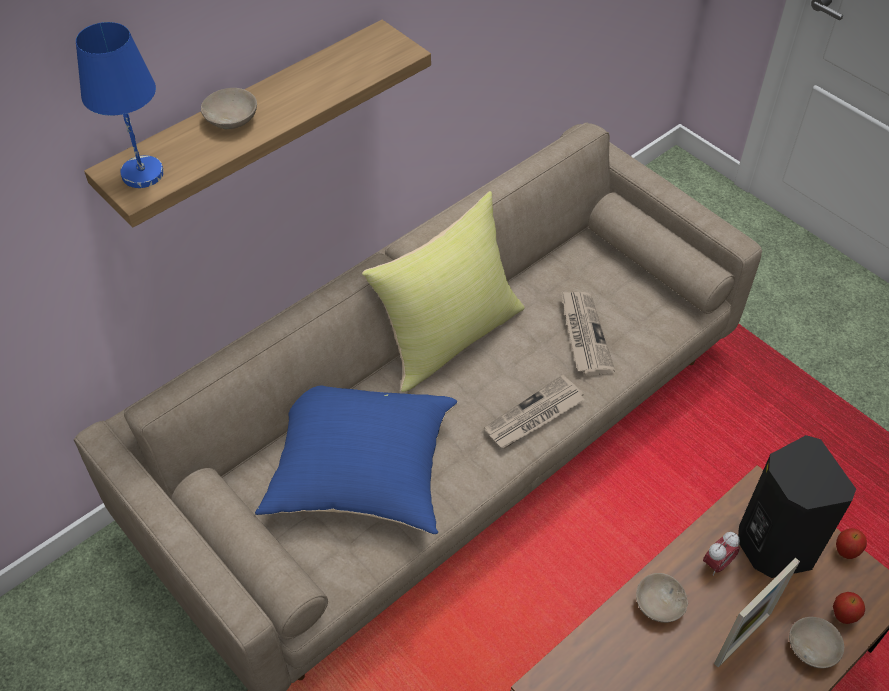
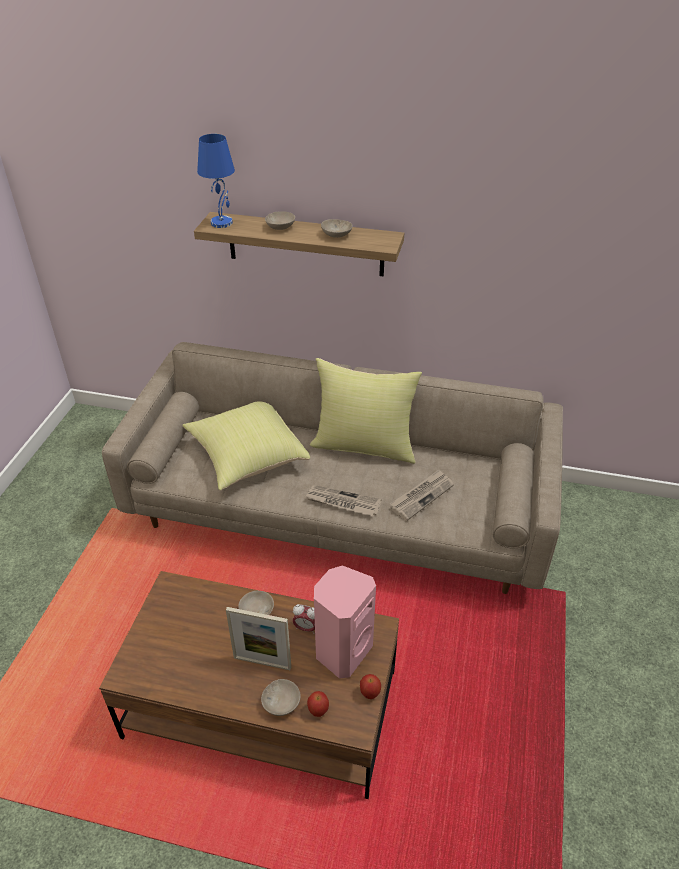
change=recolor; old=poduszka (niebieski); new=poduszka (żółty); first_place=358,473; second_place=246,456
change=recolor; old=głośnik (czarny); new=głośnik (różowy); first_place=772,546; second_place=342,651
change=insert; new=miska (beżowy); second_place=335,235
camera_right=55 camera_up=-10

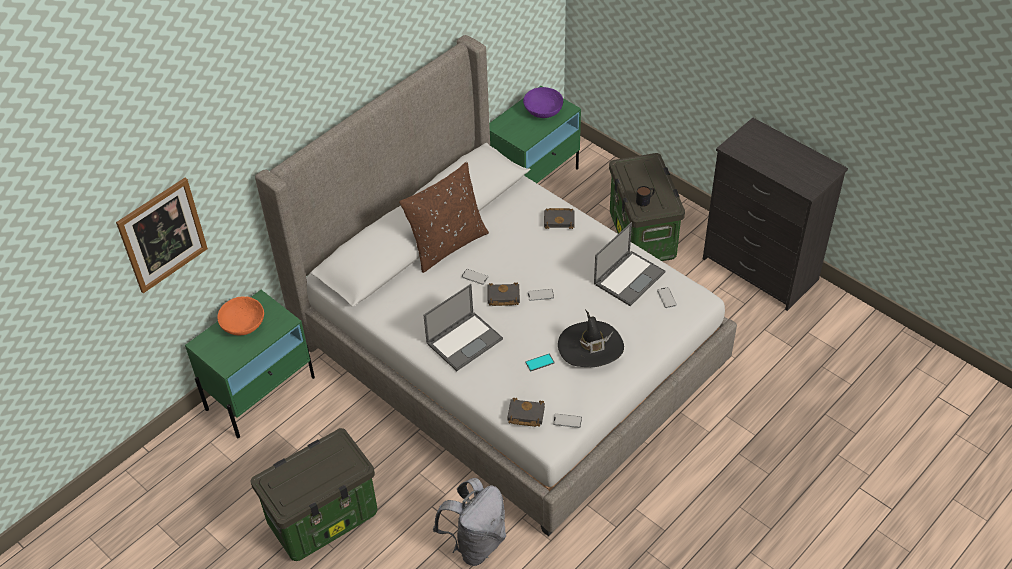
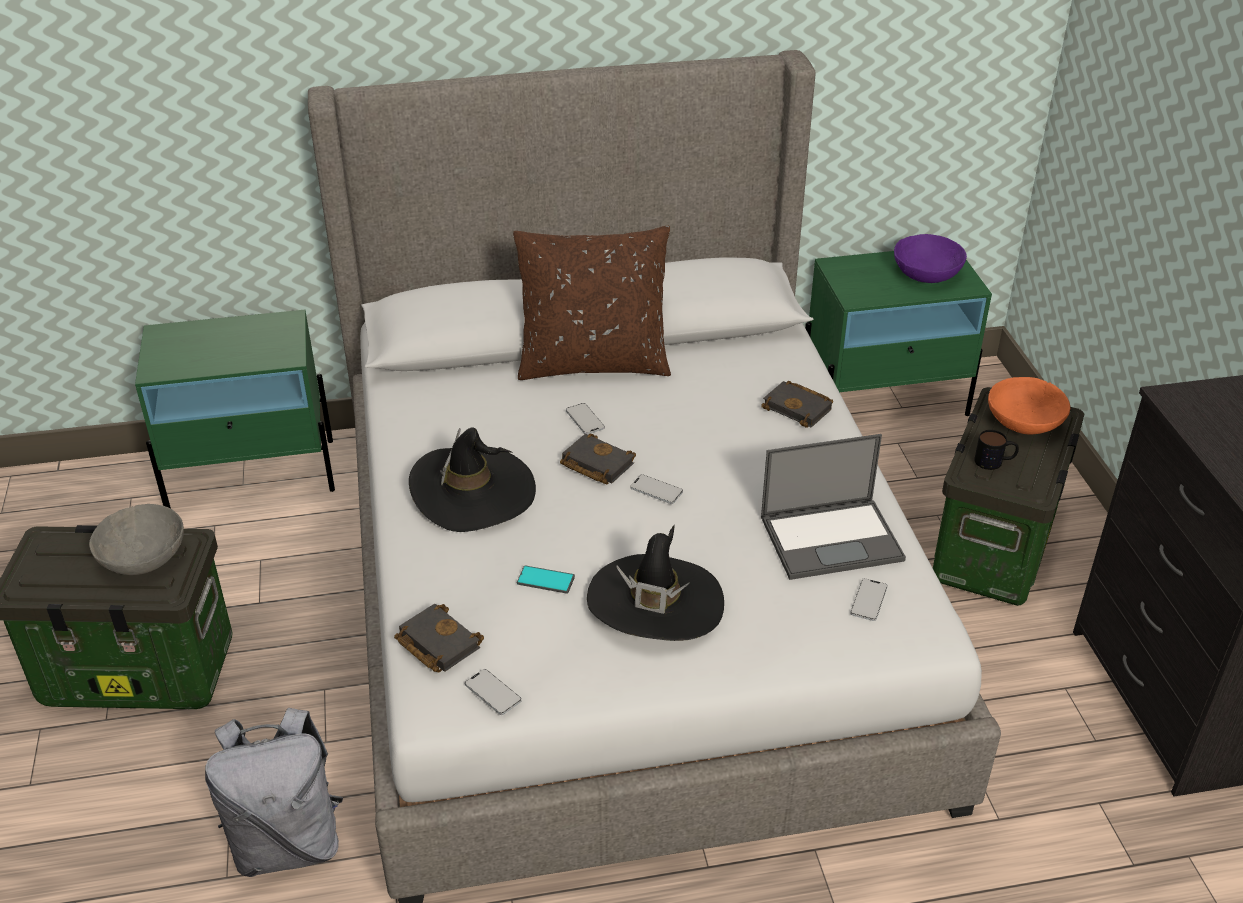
change=insert; new=miska (szary); second_place=144,557
change=replace; old=laptop; new=kapelusz (czarny); first_place=465,340; second_place=473,492
change=move; old=miska (pomarańczowy); first_place=243,325; second_place=1023,423
change=delete; old=obraz; first_place=162,235
camera_right=35 camera_up=-10

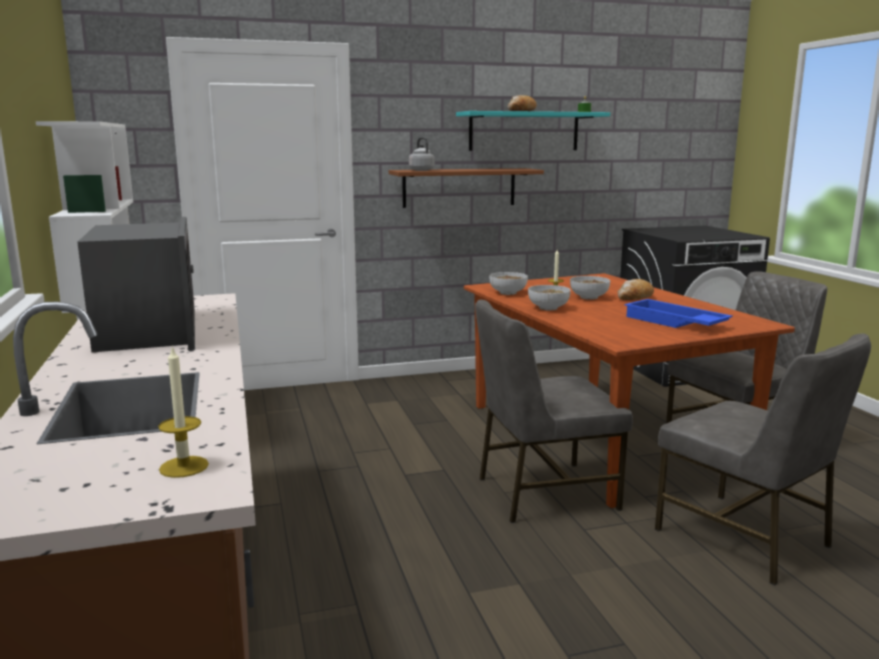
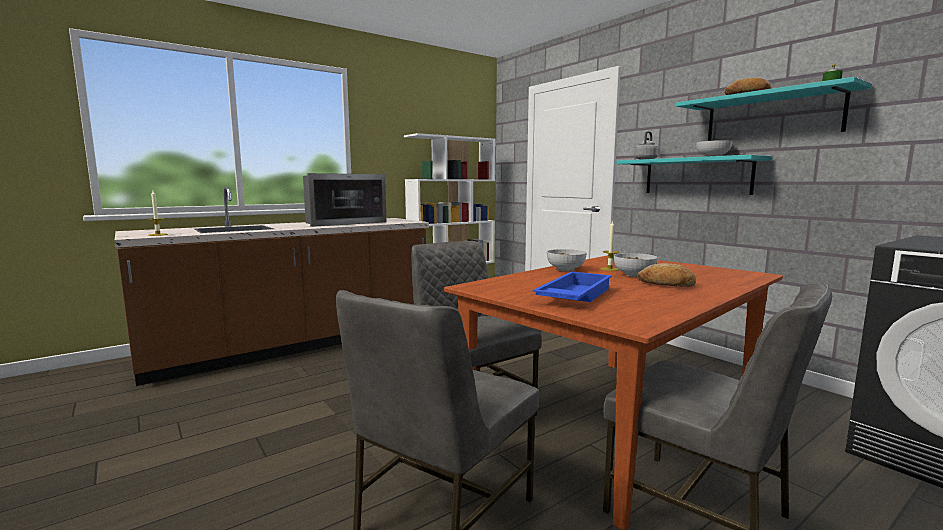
change=recolor; old=półka (brązowy); new=półka (turkusowy); first_place=459,187; second_place=696,176
change=move; old=miska; first_place=508,293; second_place=712,157
camera_right=70 camera_up=-5

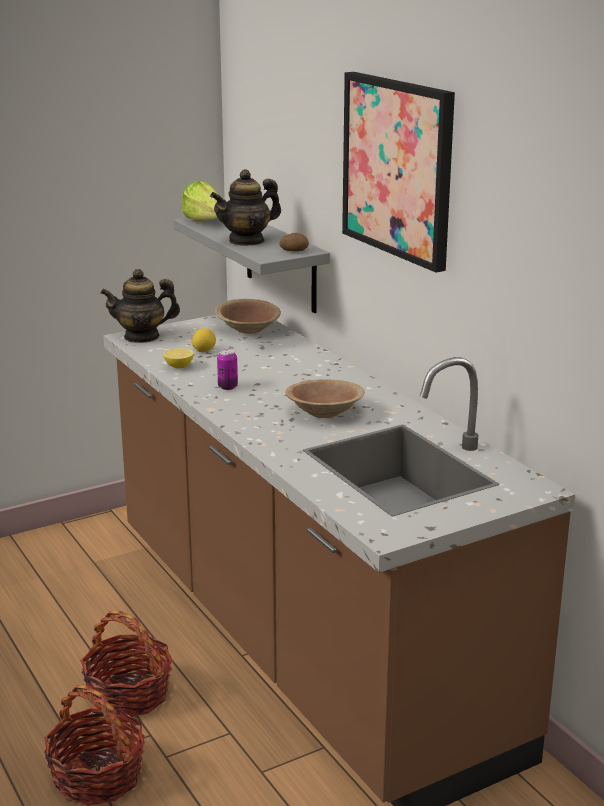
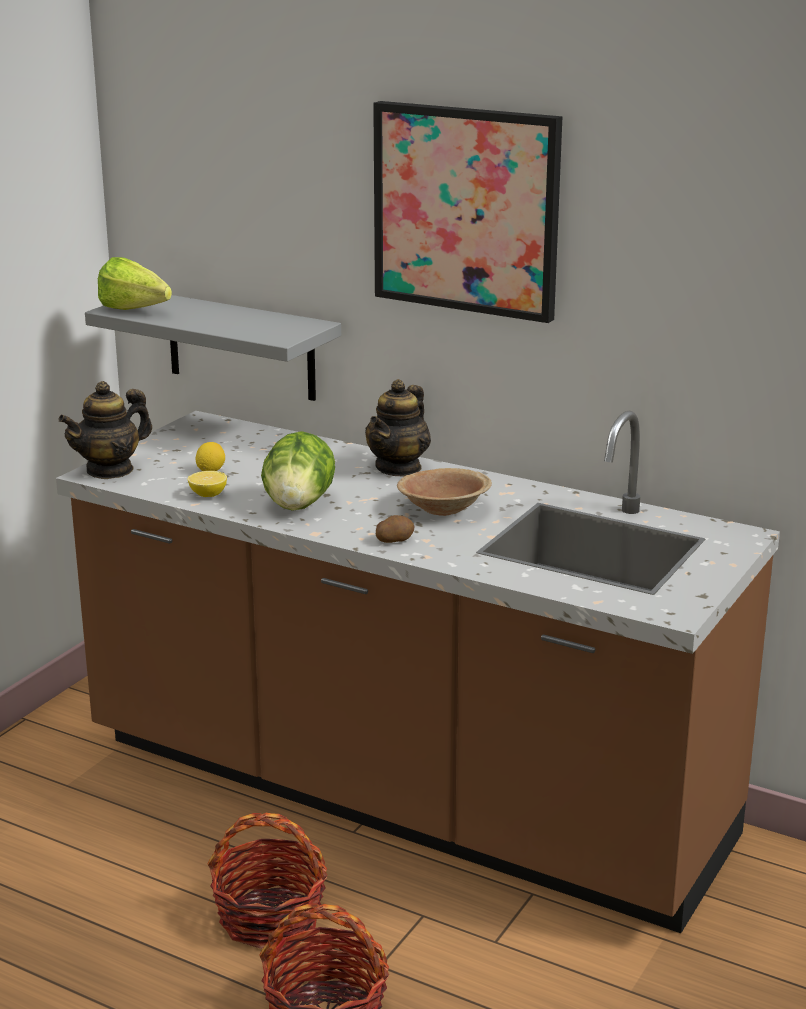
change=replace; old=puszka; new=sałata; first_place=227,387; second_place=299,505
change=move; old=imbryk; first_place=247,241; second_place=399,468
change=move; old=ziemniak; first_place=294,250; second_place=394,540
change=delete; old=miska (brązowy); first_place=248,329
camera_right=-30 camera_up=0

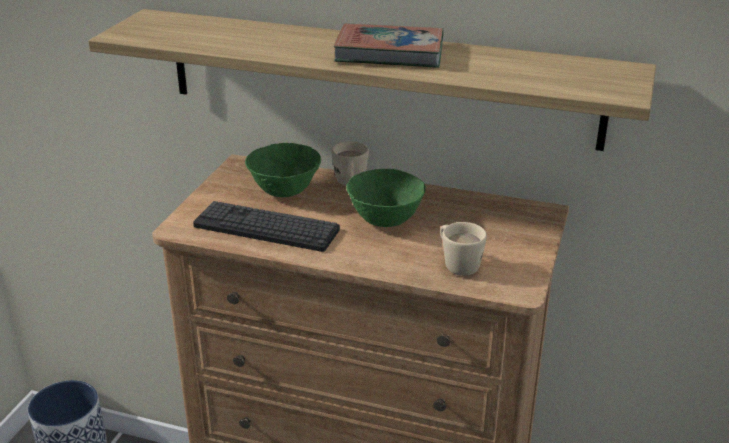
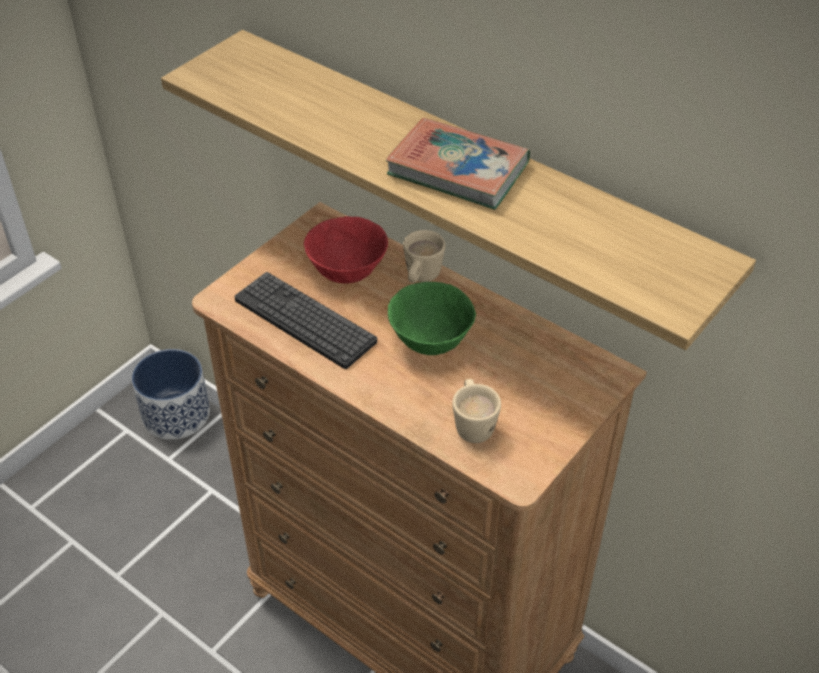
change=recolor; old=miska (zielony); new=miska (czerwony); first_place=285,192; second_place=348,273
camera_right=20 camera_up=15

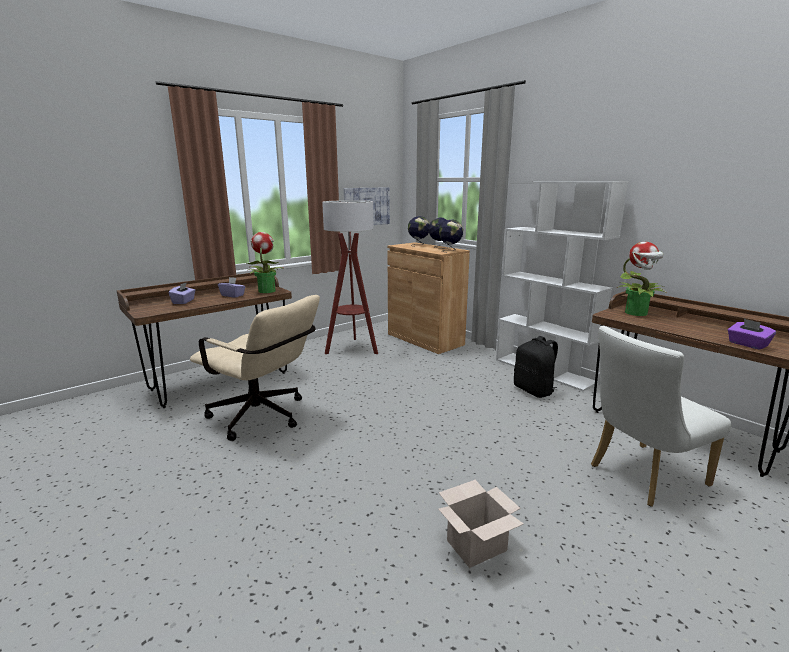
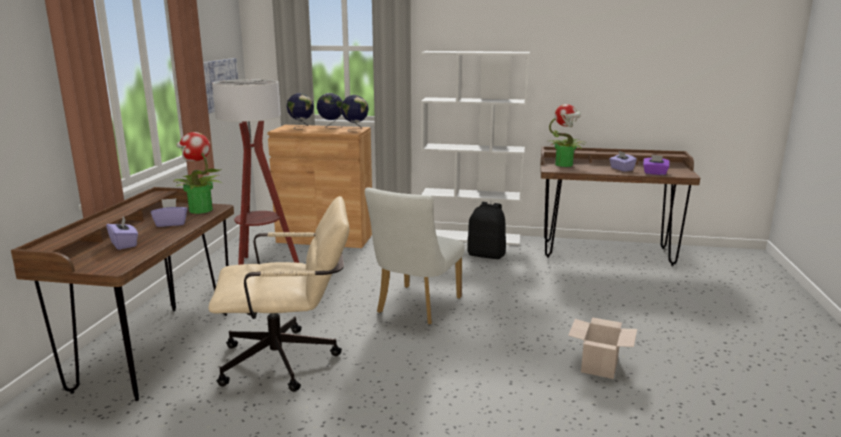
change=move; old=krzesło (biały); first_place=641,476; second_place=415,307
change=insert; new=pudełko chusteczek (fioletowy); second_place=621,169
camera_right=-40 camera_up=0

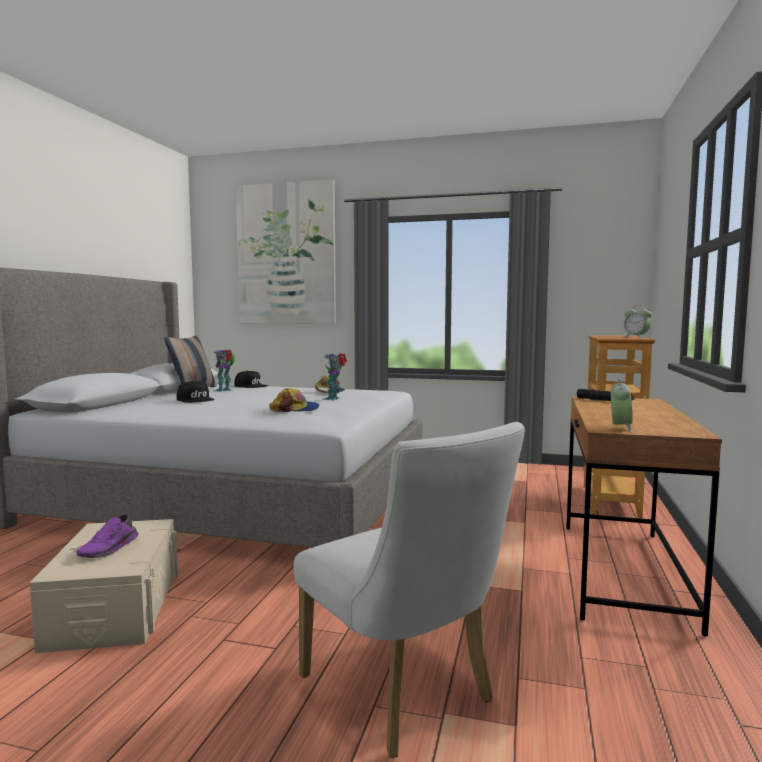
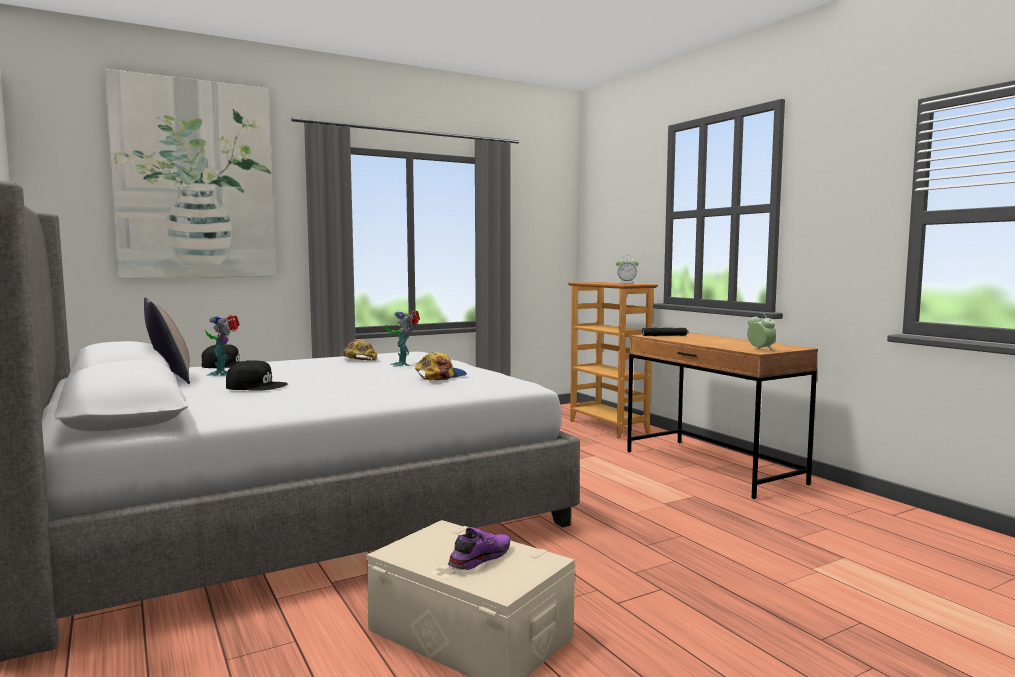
change=rotate; old=but (fioletowy); first_place=110,549; second_place=479,558; degrees=-120
change=delete; old=krzesło (biały); first_place=404,695
camera_right=-45 camera_up=0

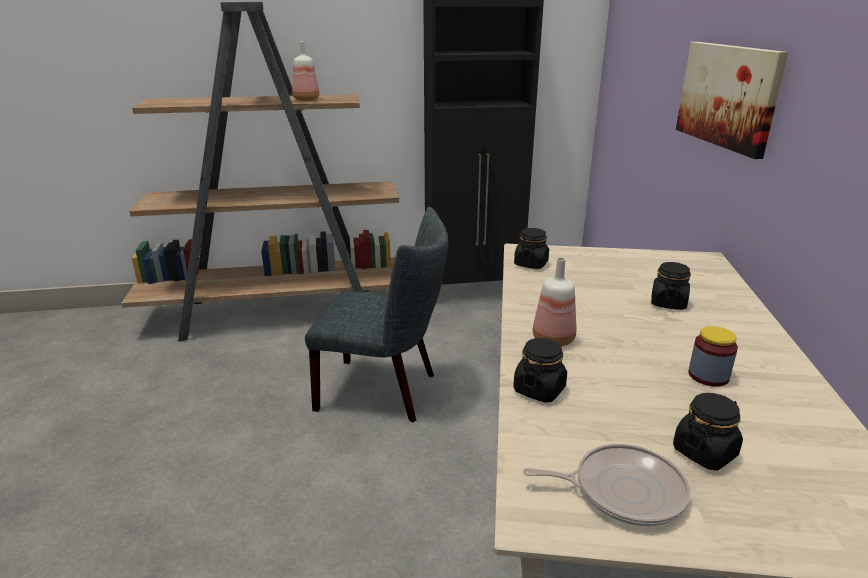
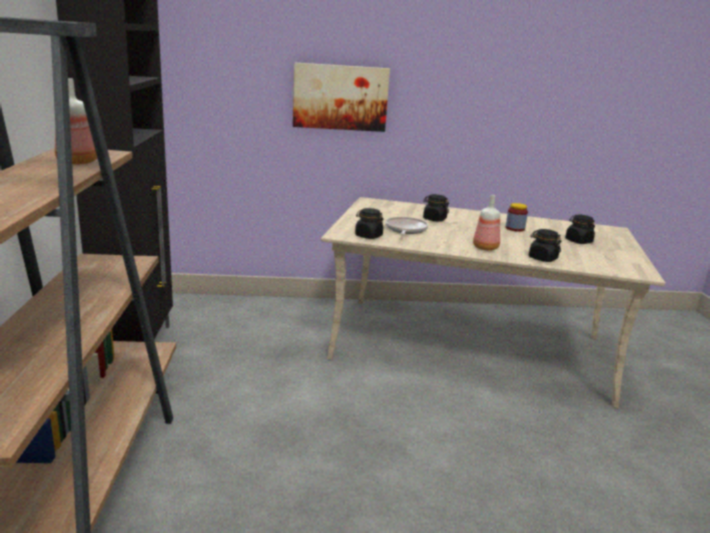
change=move; old=patelnia; first_place=622,490; second_place=405,230
change=delete; old=krzesło (szary); first_place=384,391
camera_right=-85 camera_up=-5

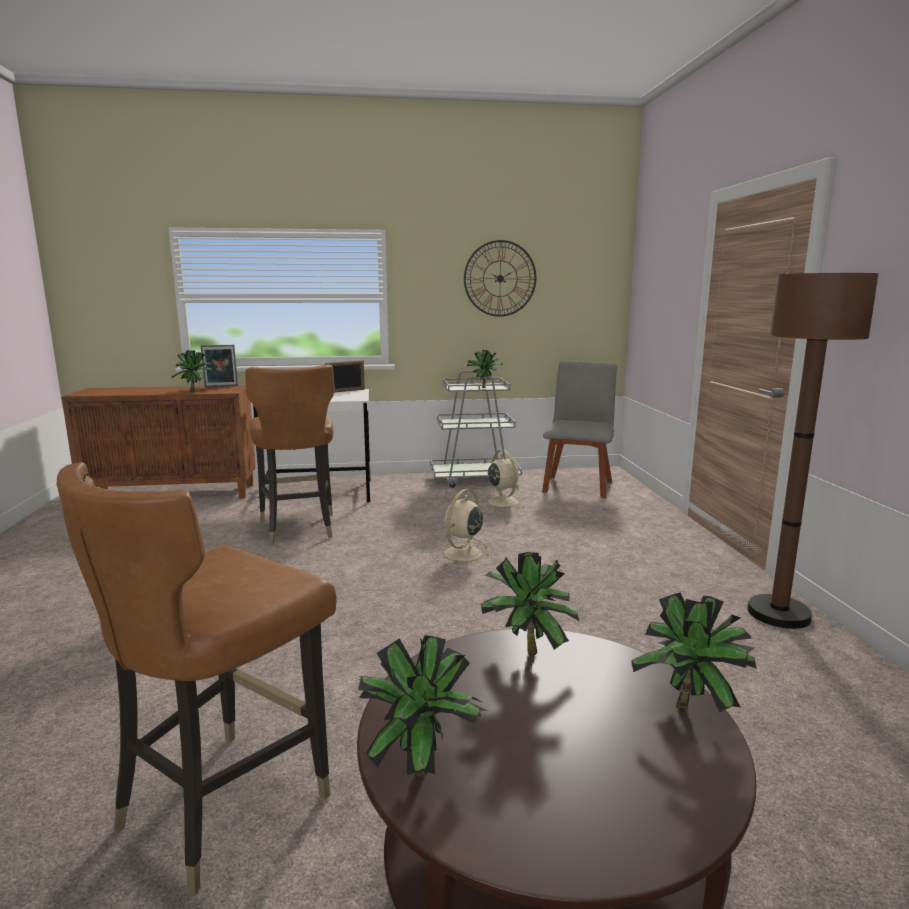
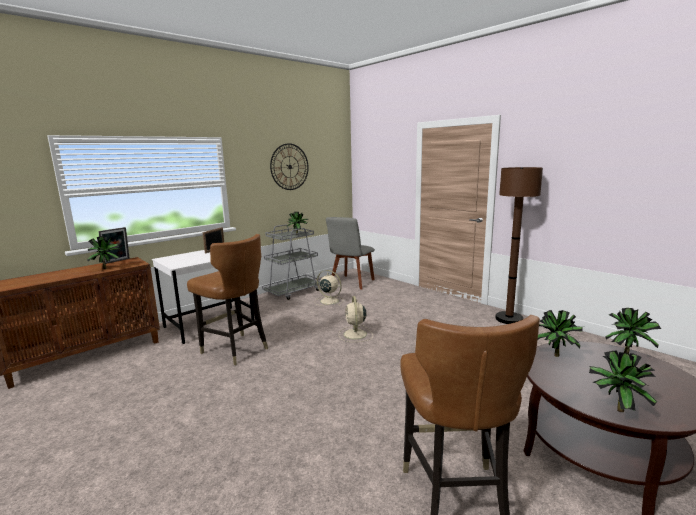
change=rotate; old=krzesło (szary); first_place=577,486; second_place=351,283; degrees=-135
camera_right=-35 camera_up=0

